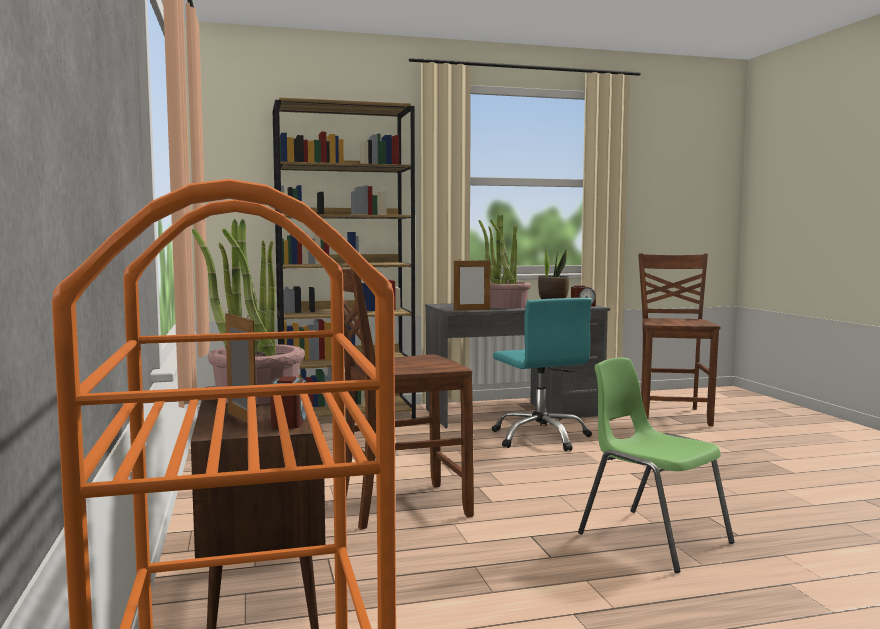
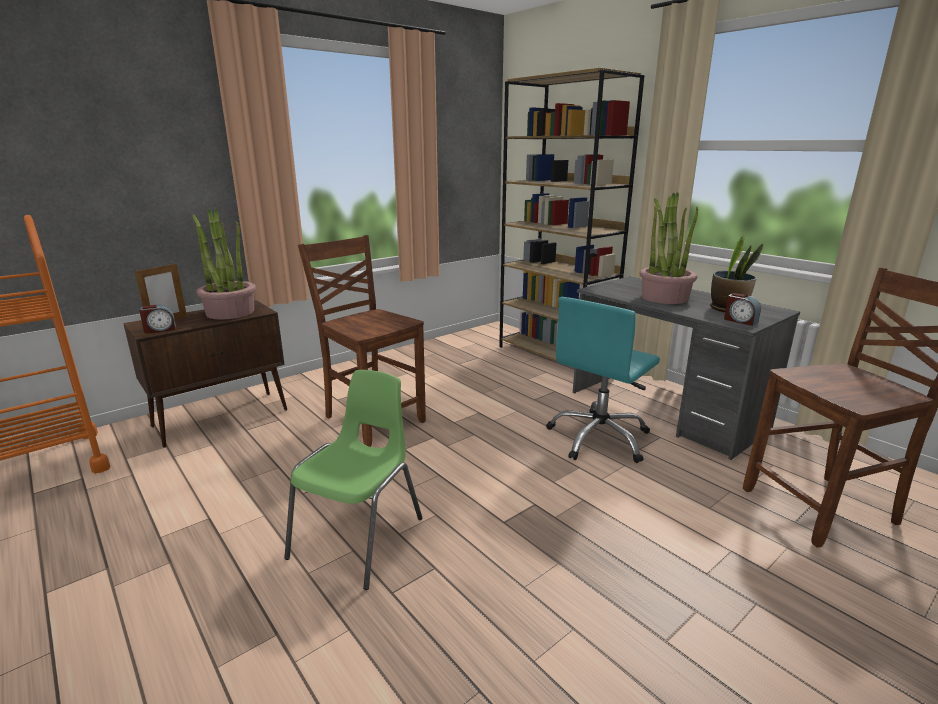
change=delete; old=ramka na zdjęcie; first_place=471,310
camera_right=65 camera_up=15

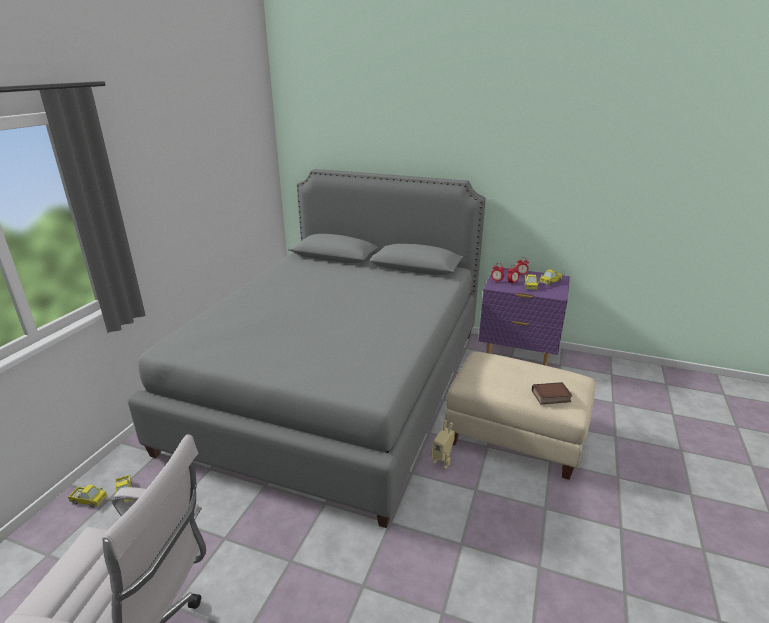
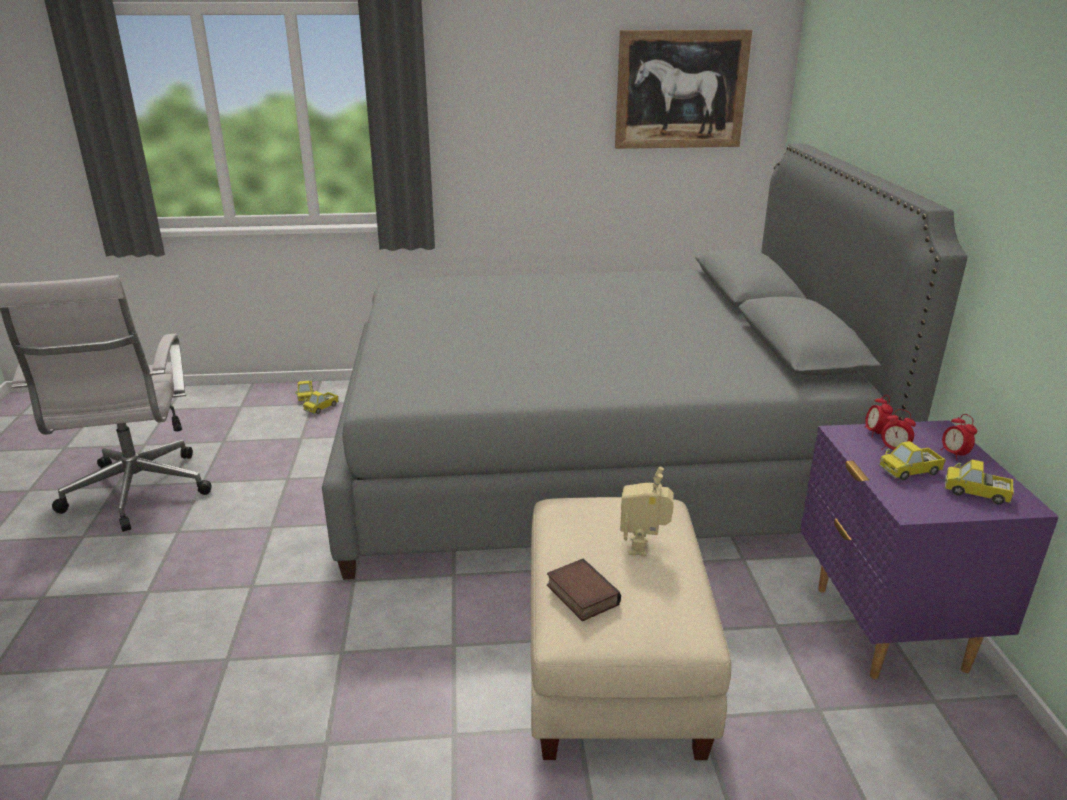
change=insert; new=obraz; second_place=681,90
change=move; old=robot zabawkowy; first_place=442,461; second_place=644,547
camera_right=65 camera_up=0

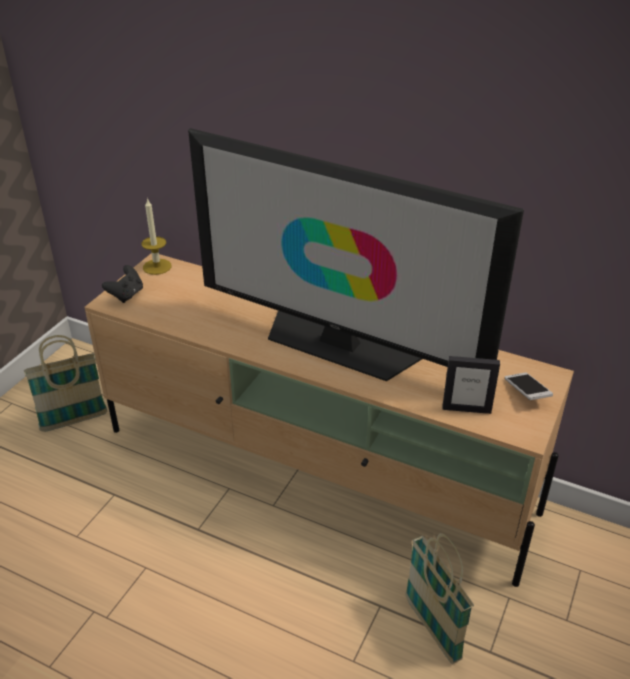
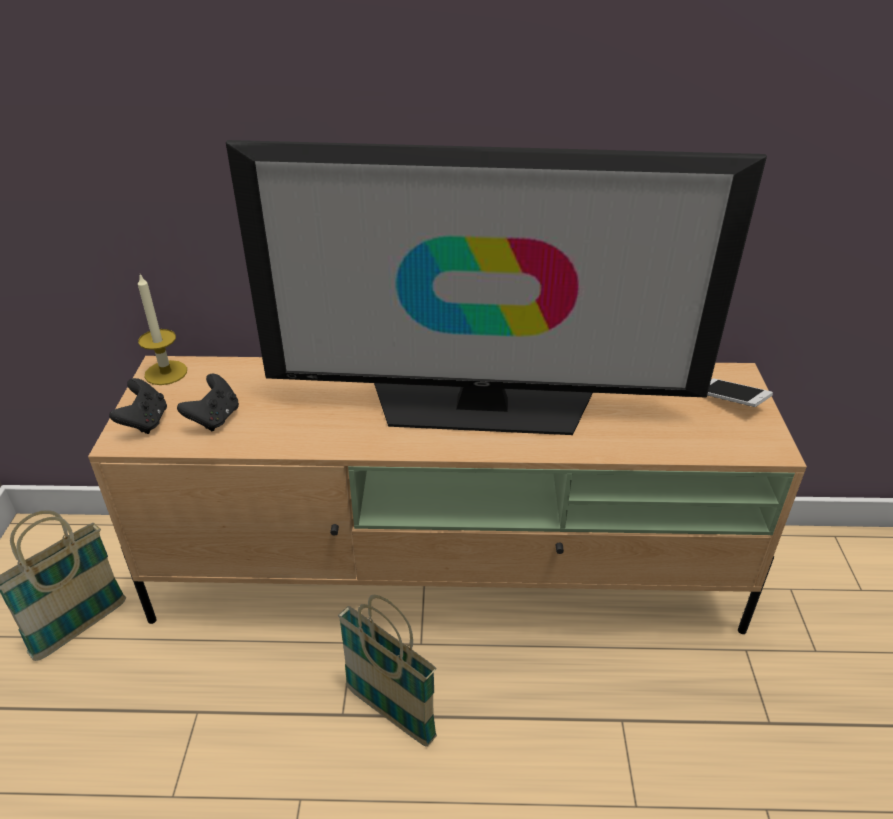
change=insert; new=pad do gier (czarny); second_place=215,418
change=move; old=koszyk; first_place=432,628; second_place=390,713
change=delete; old=ramka na zdjęcie; first_place=466,409
camera_right=-25 camera_up=0

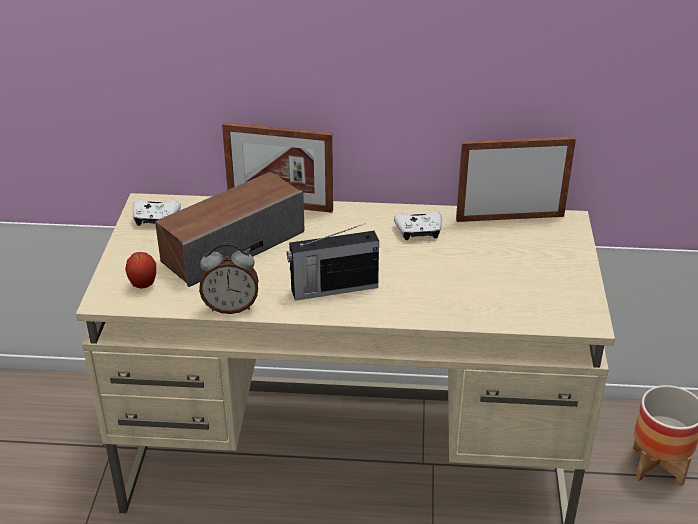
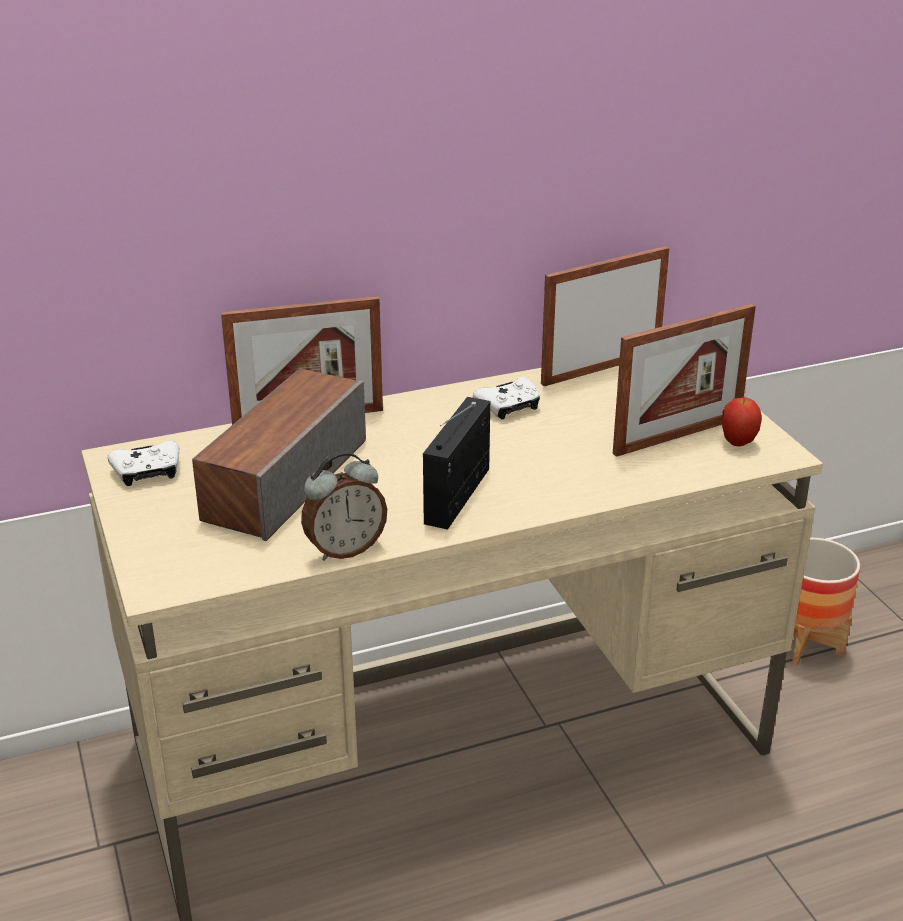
change=rotate; old=radio; first_place=332,288; second_place=459,494; degrees=150
change=insert; new=ramka na zdjęcie; second_place=678,435
change=move; old=jabłko; first_place=143,285; second_place=738,443
camera_right=-25 camera_up=-5

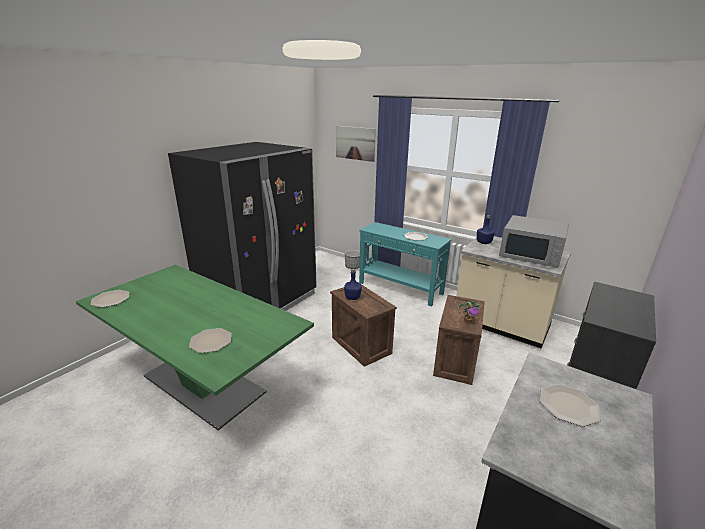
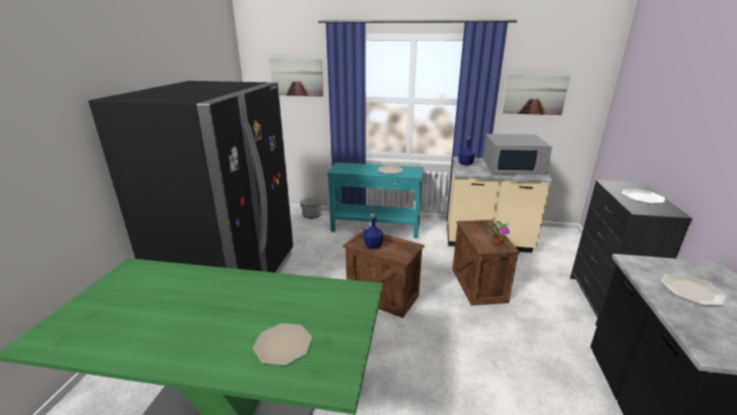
change=insert; new=obraz; second_place=534,94
change=move; old=talerz; first_place=110,299; second_place=642,197
camera_right=-25 camera_up=0

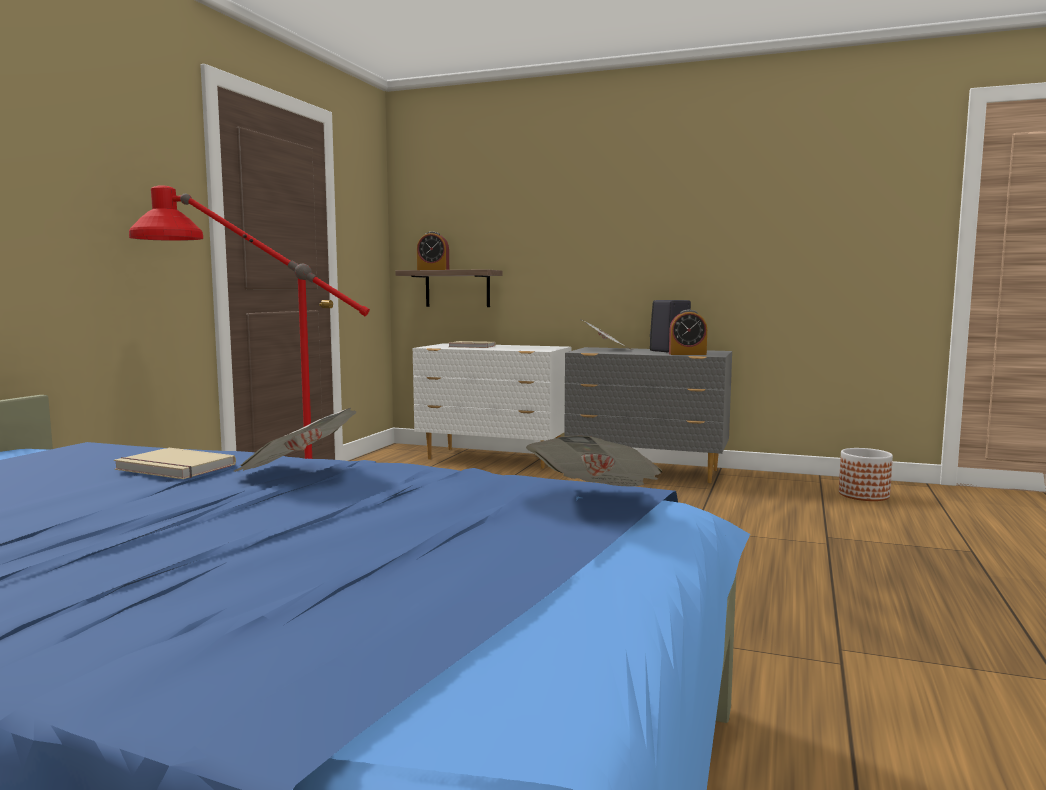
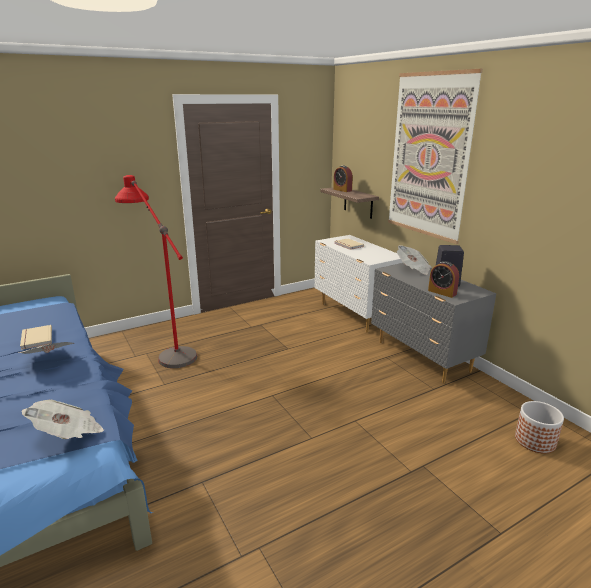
change=insert; new=obraz; second_place=429,156
camera_right=40 camera_up=15

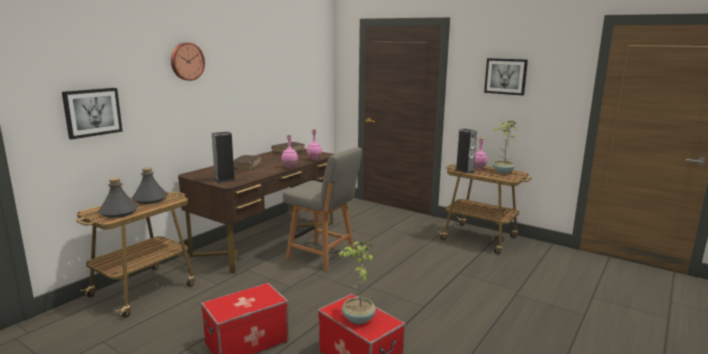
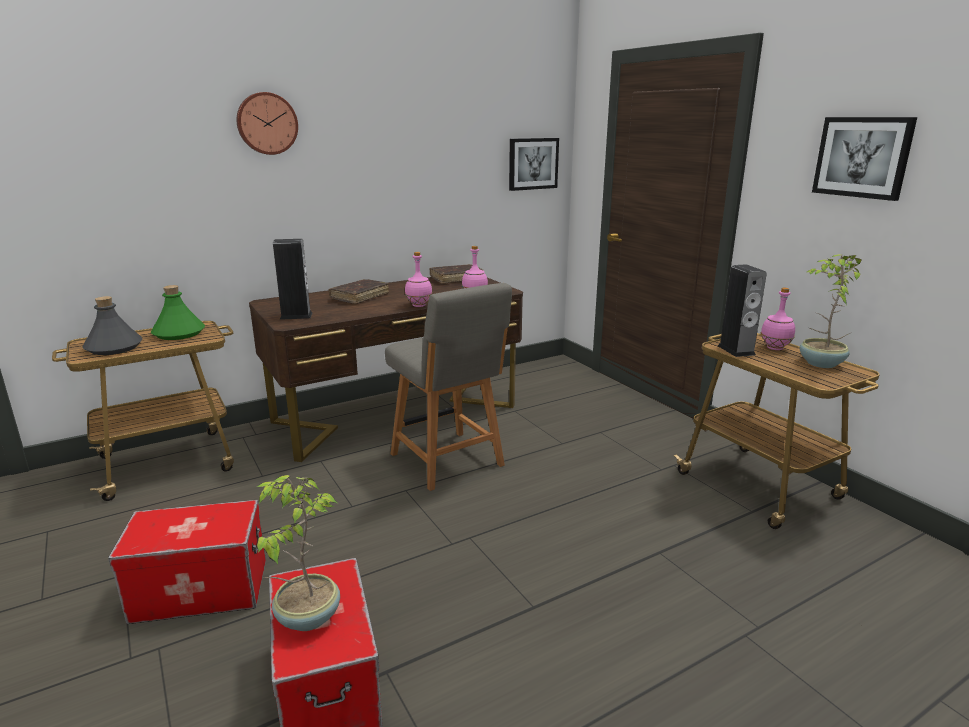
change=recolor; old=butelka (szary); new=butelka (zielony); first_place=150,199; second_place=179,333
change=move; old=obraz; first_place=92,112; second_place=533,163
camera_right=25 camera_up=5

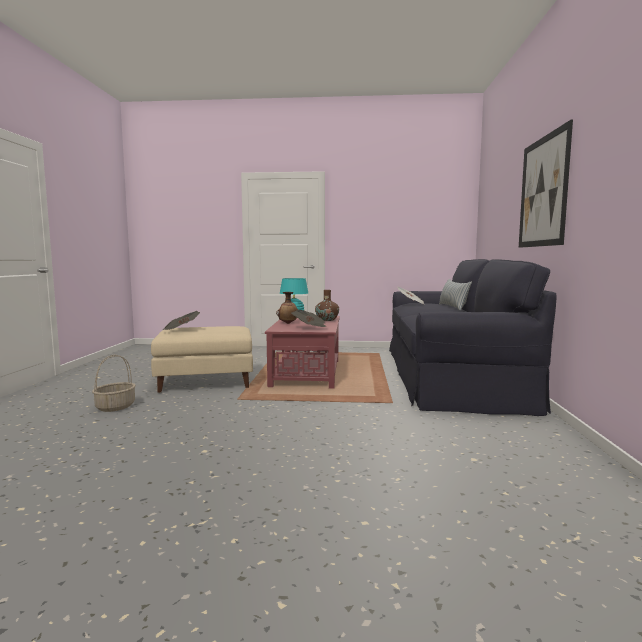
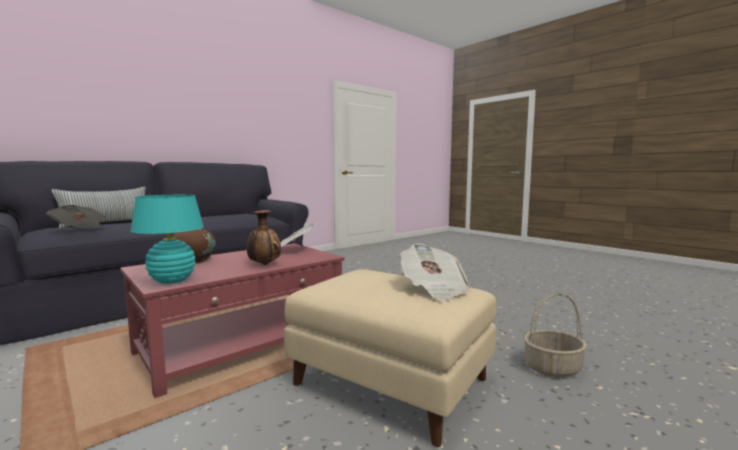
change=delete; old=obraz; first_place=543,192
camera_right=-135 camera_up=0

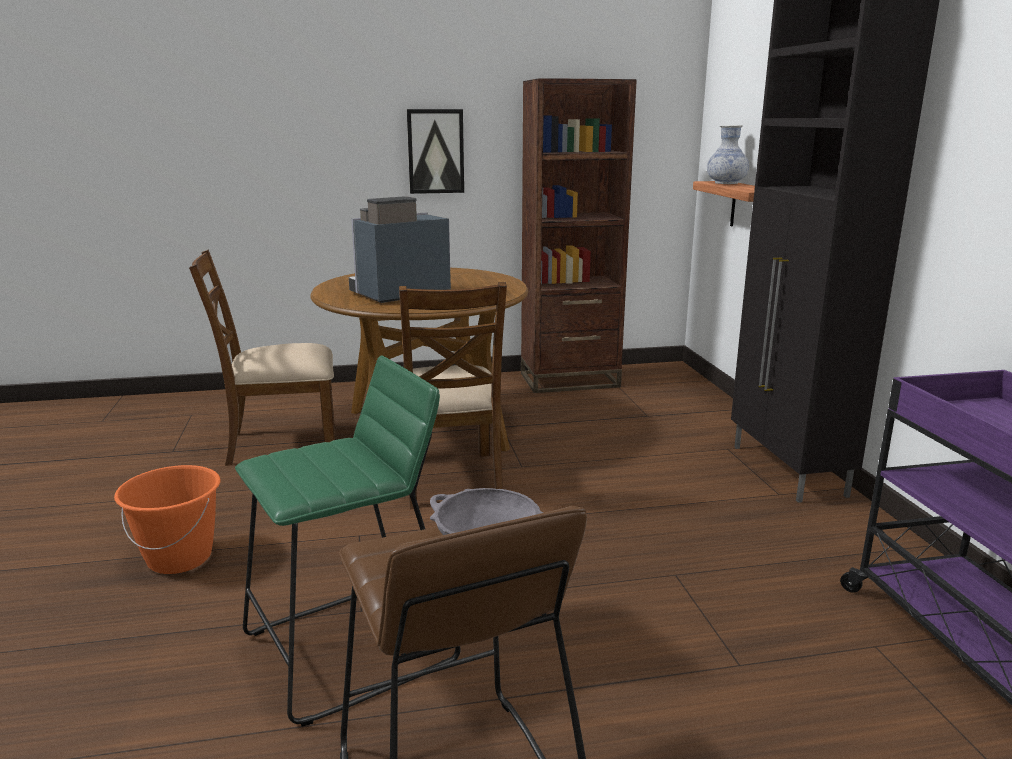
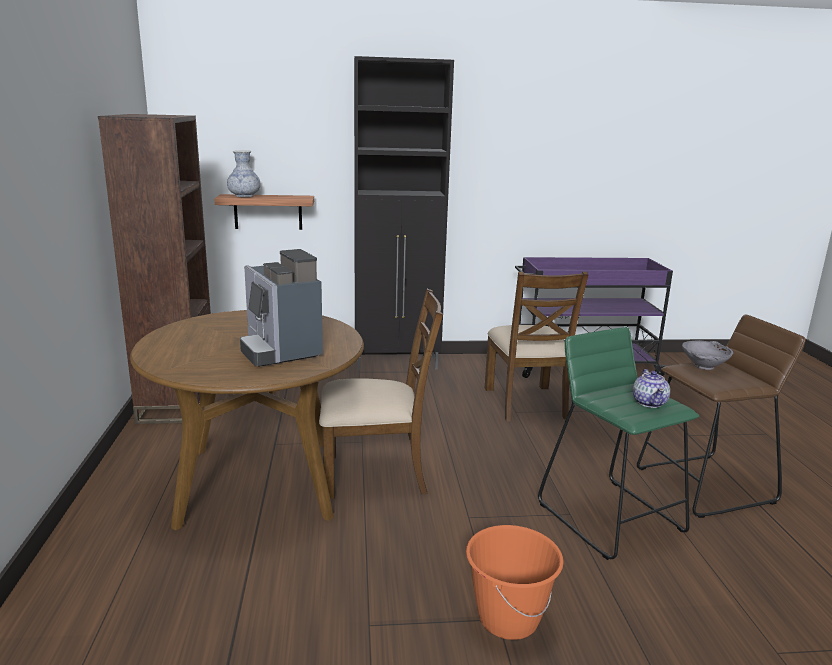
change=move; old=krzesło (brązowy); first_place=281,444; second_place=526,403
change=insert; new=imbryk; second_place=649,402
change=delete; old=obraz; first_place=435,151
camera_right=-85 camera_up=0

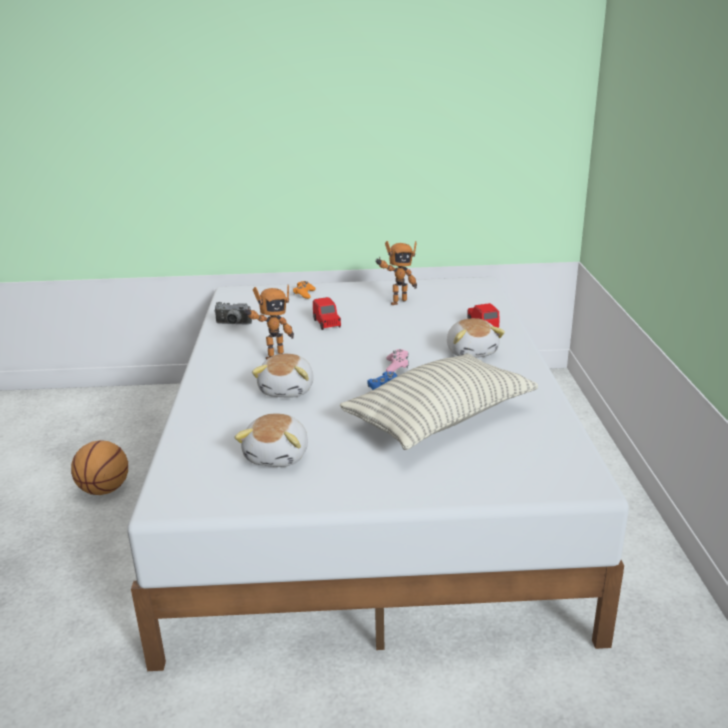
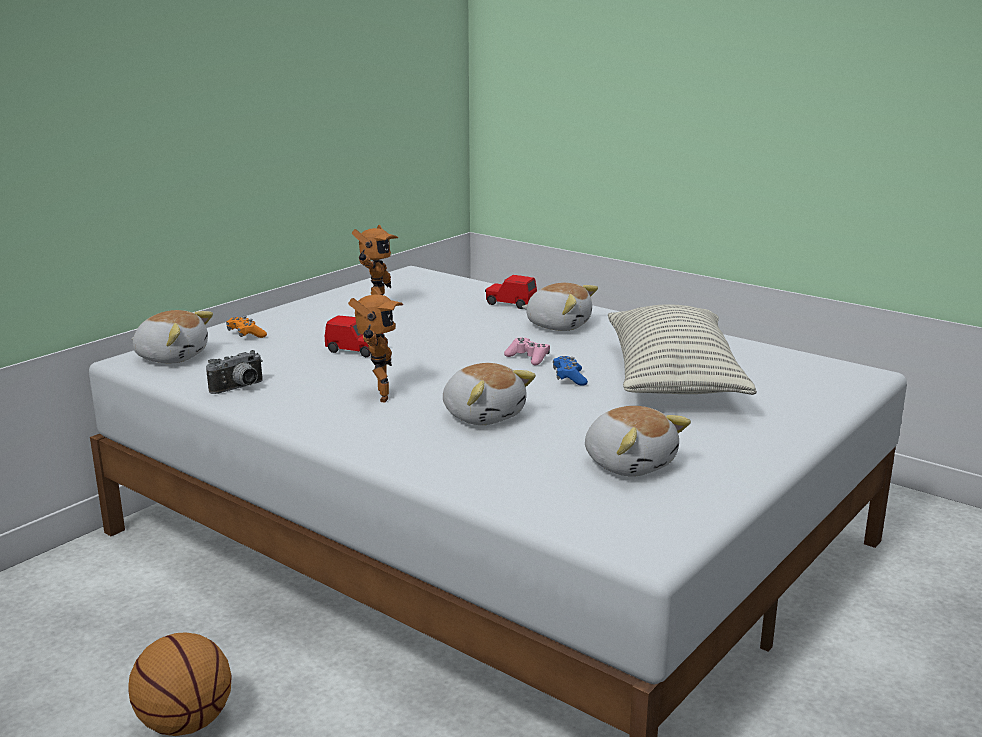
change=insert; new=pluszak; second_place=172,356
camera_right=-50 camera_up=-5

